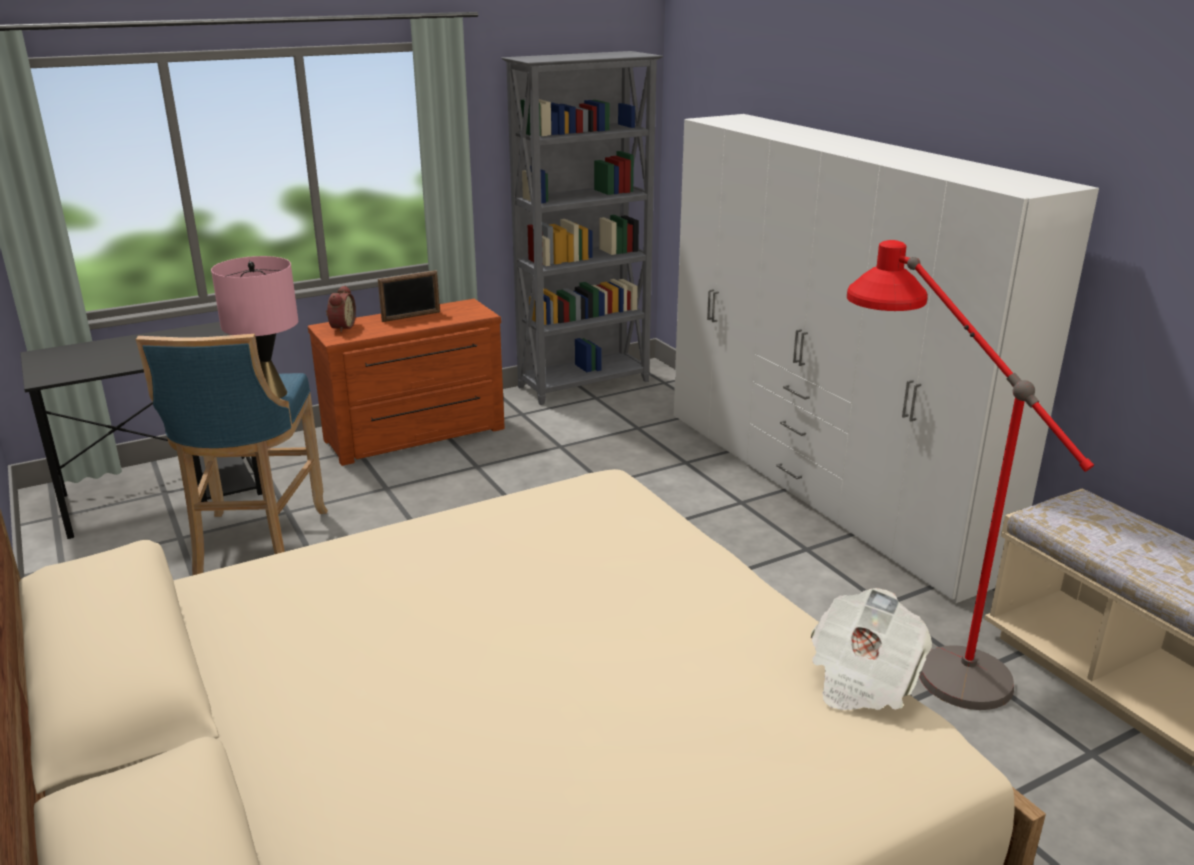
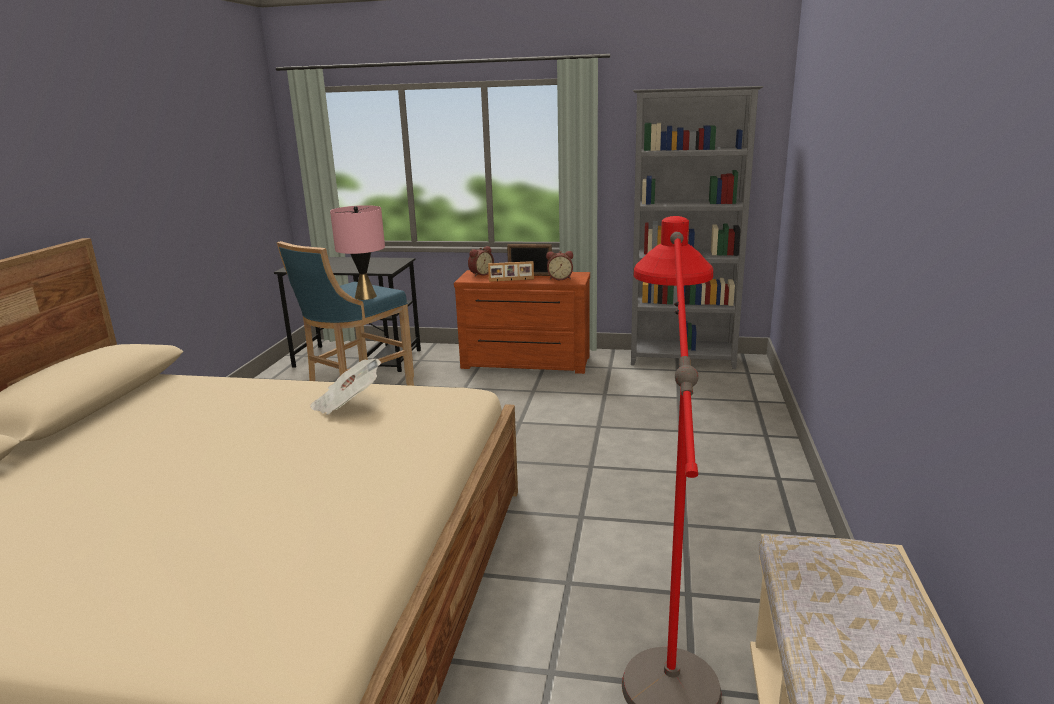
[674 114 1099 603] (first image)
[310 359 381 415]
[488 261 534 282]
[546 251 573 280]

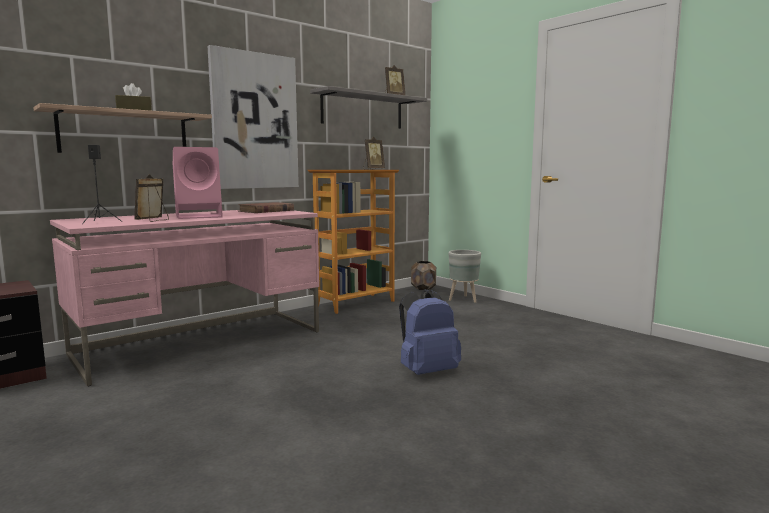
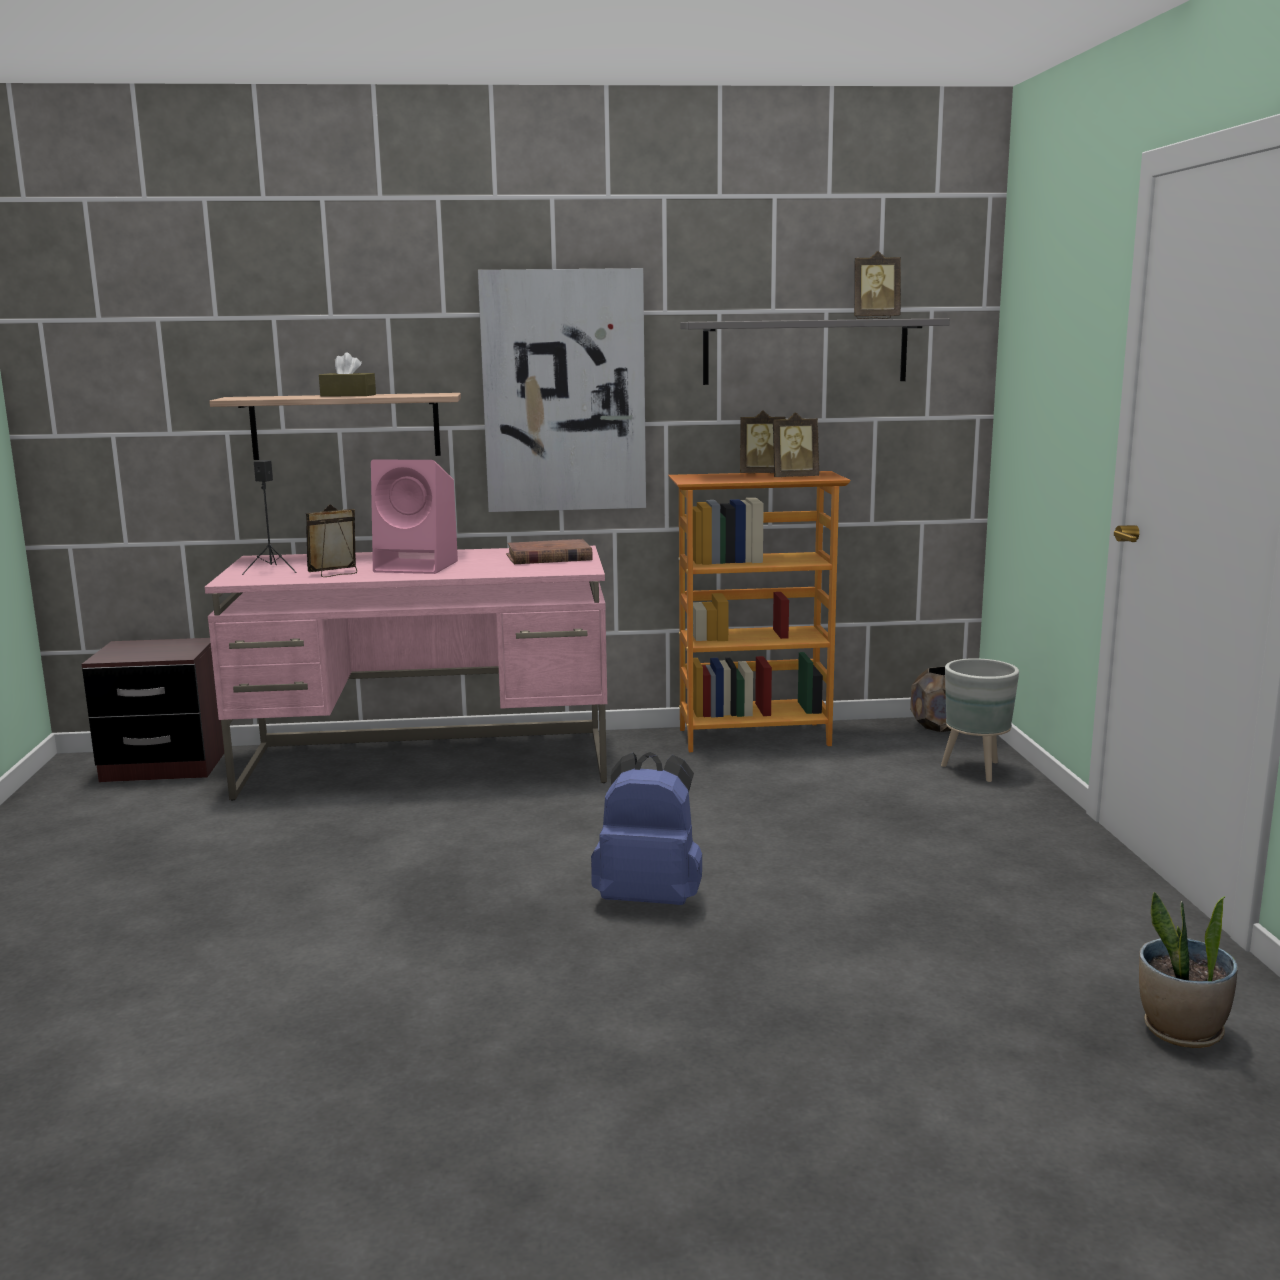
[740 410 785 473]
[1139 892 1238 1048]

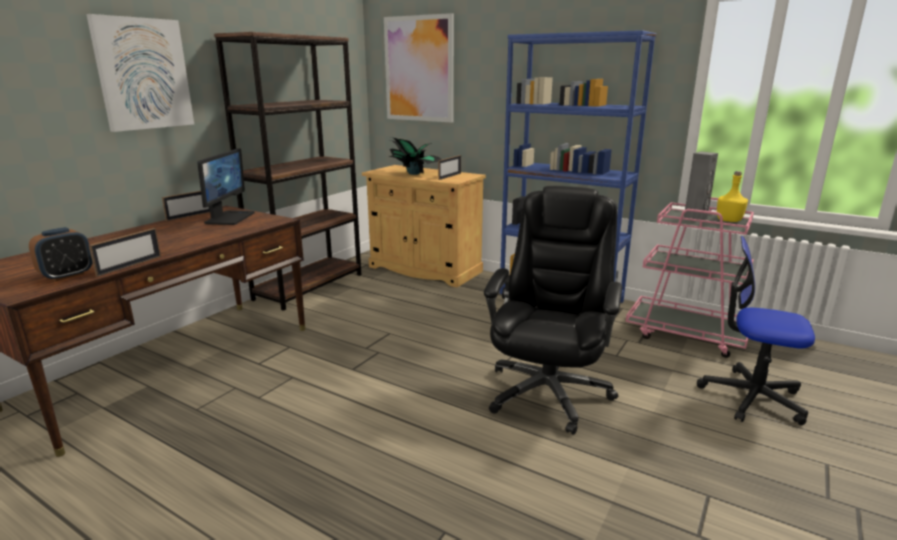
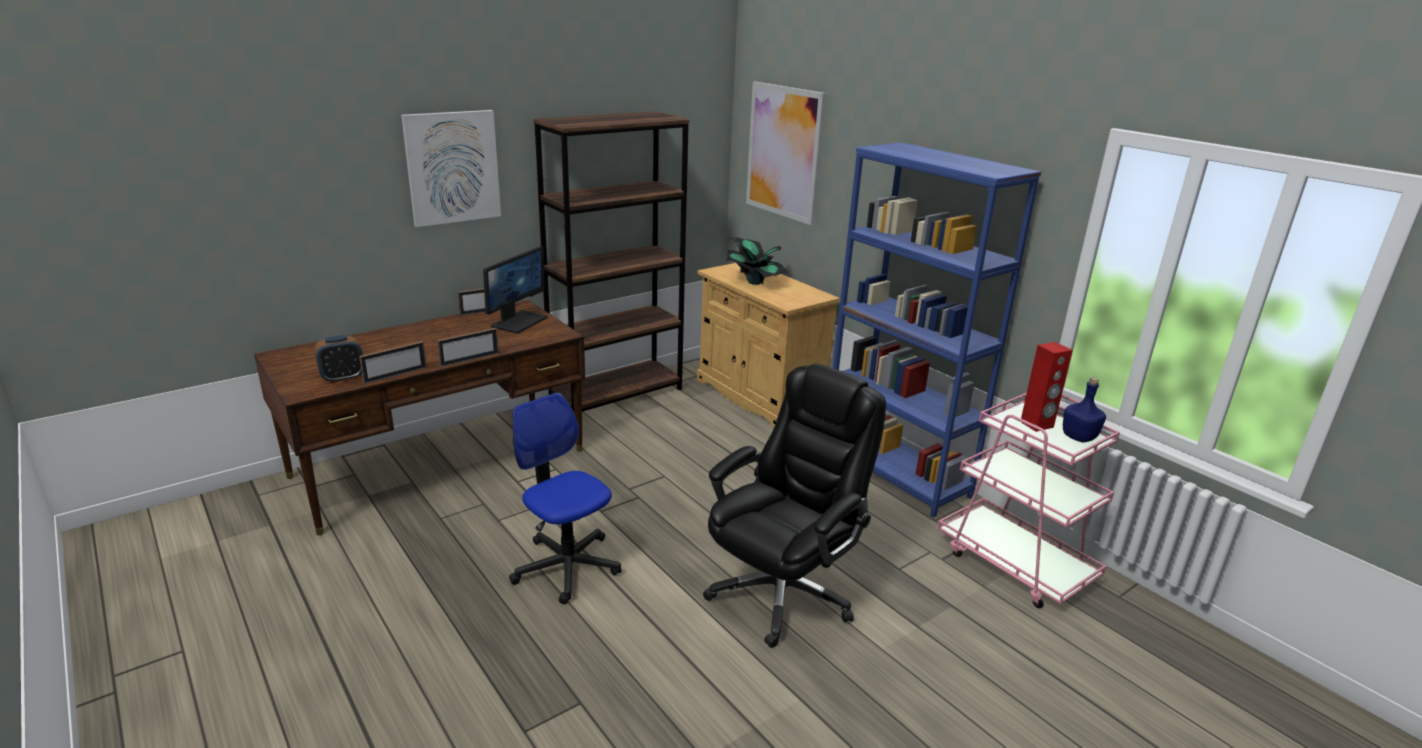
[437 328 499 367]
[1021 342 1073 432]
[509 393 622 604]
[1063 378 1106 442]

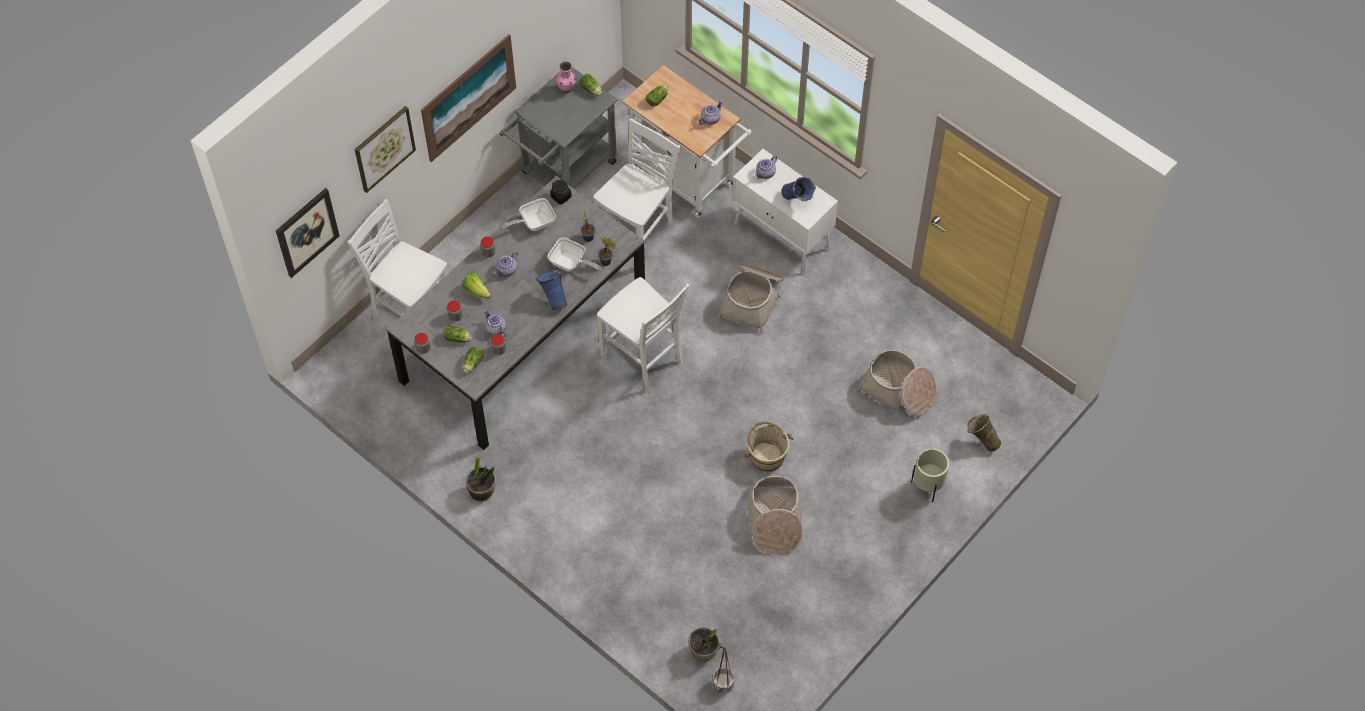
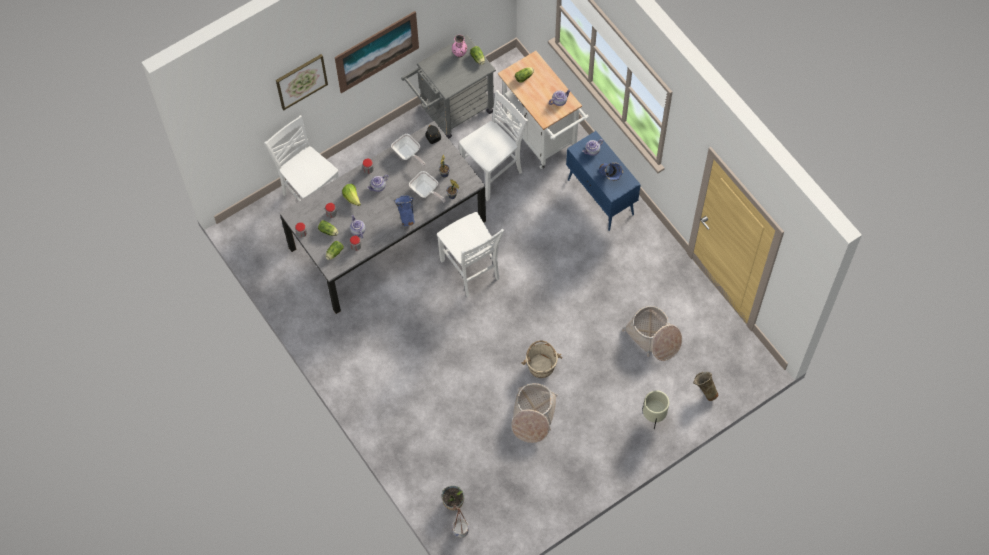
[276 188 340 278] (first image)
[466 454 496 502] (first image)
[391 134 426 166]
[717 264 783 334] (first image)
[566 131 641 231]

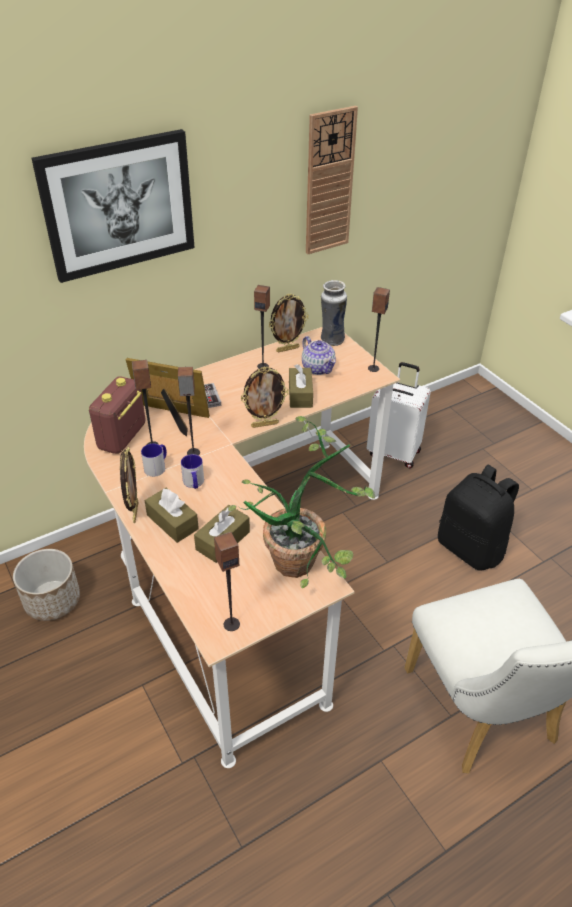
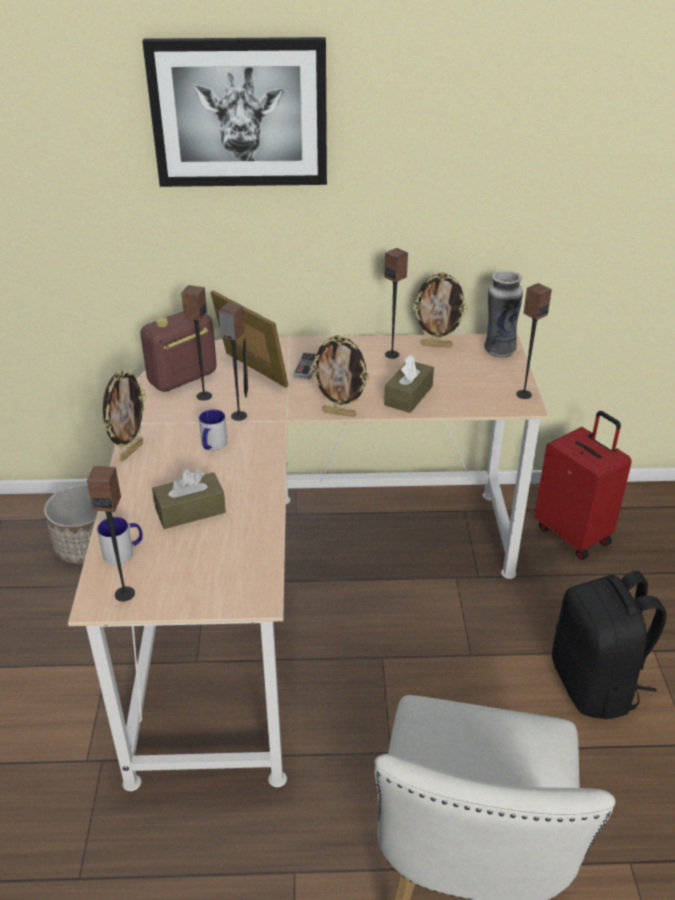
[97 517 143 564]
[145 488 199 543] (first image)
[228 416 375 588] (first image)
[302 336 336 375] (first image)
[306 106 358 254] (first image)
[535 411 632 560]

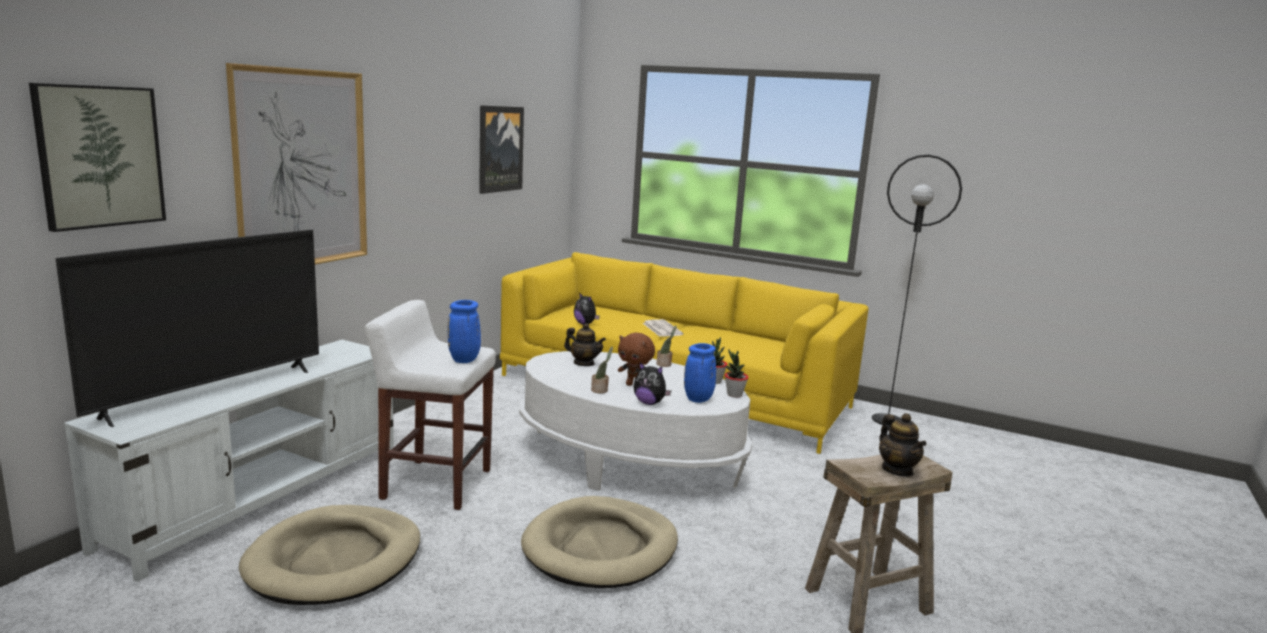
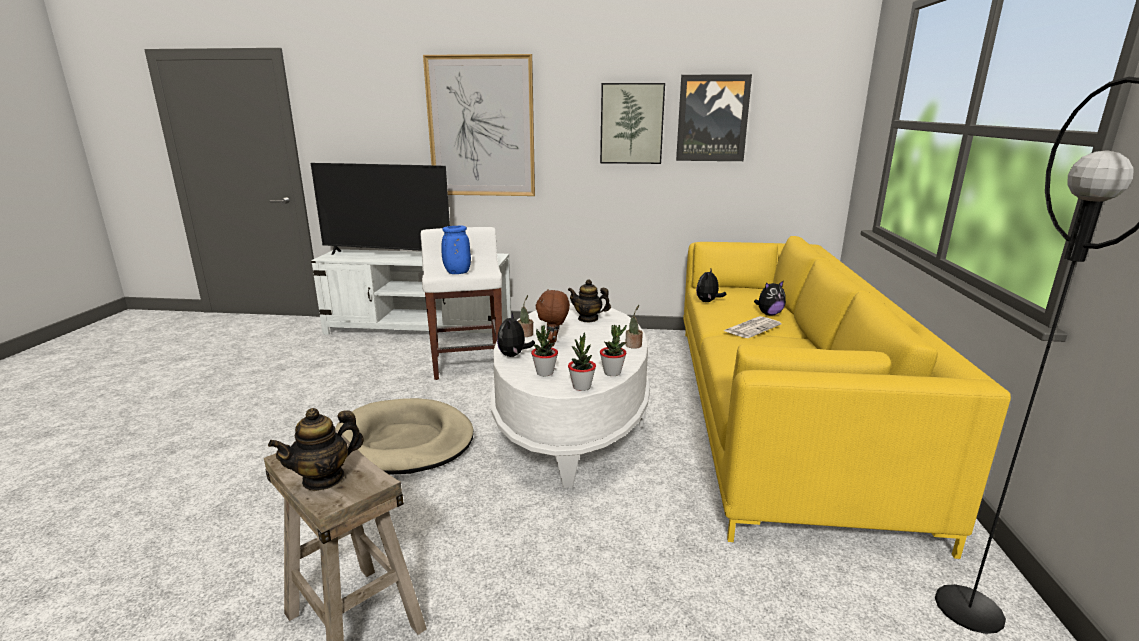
[600 83 665 164]
[239 505 420 605] (first image)
[568 279 611 322]
[531 325 558 376]
[754 280 786 316]

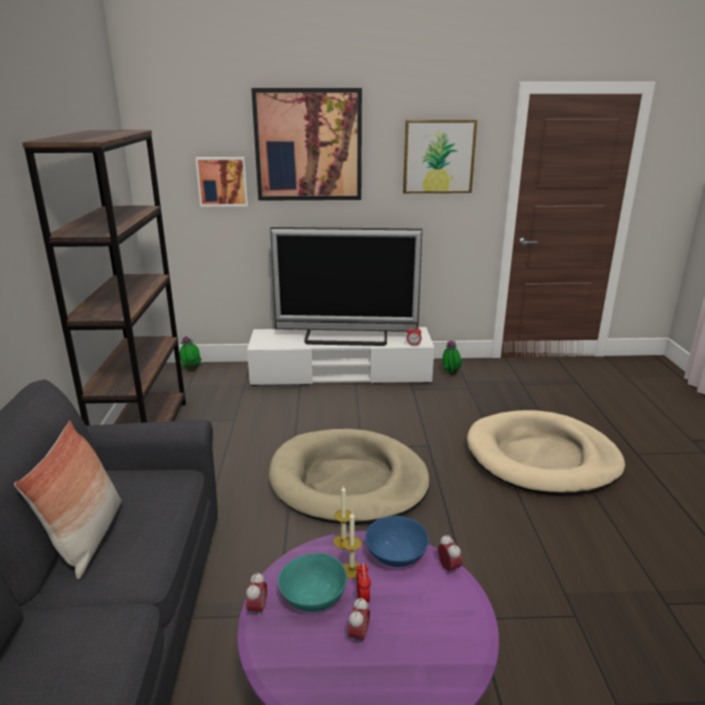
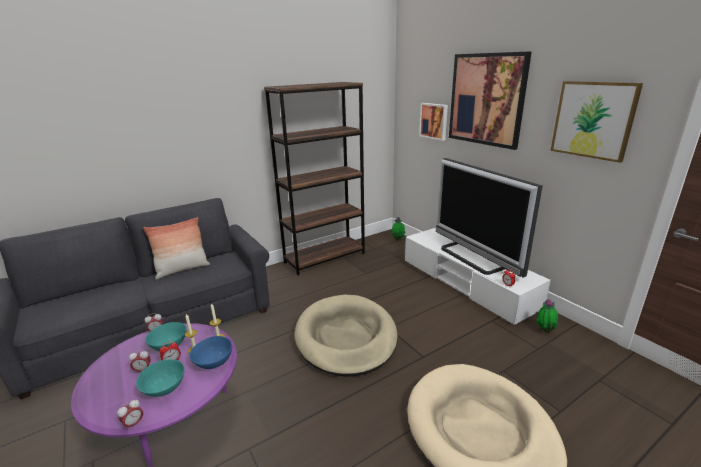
[117 399 143 431]
[136 359 185 397]

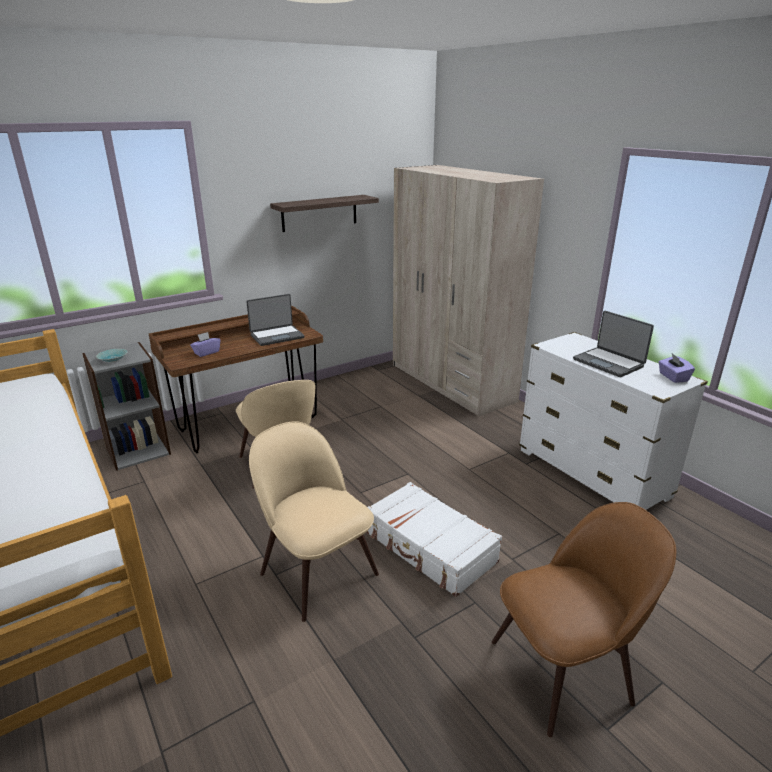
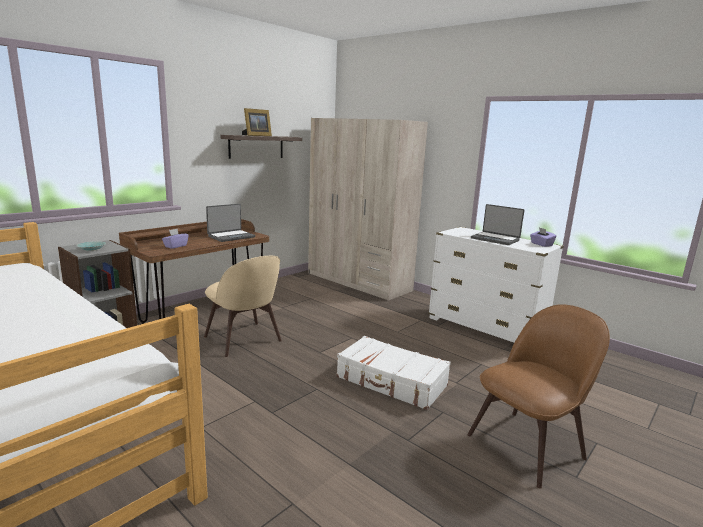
[249 421 379 622] (first image)
[242 108 272 136]

